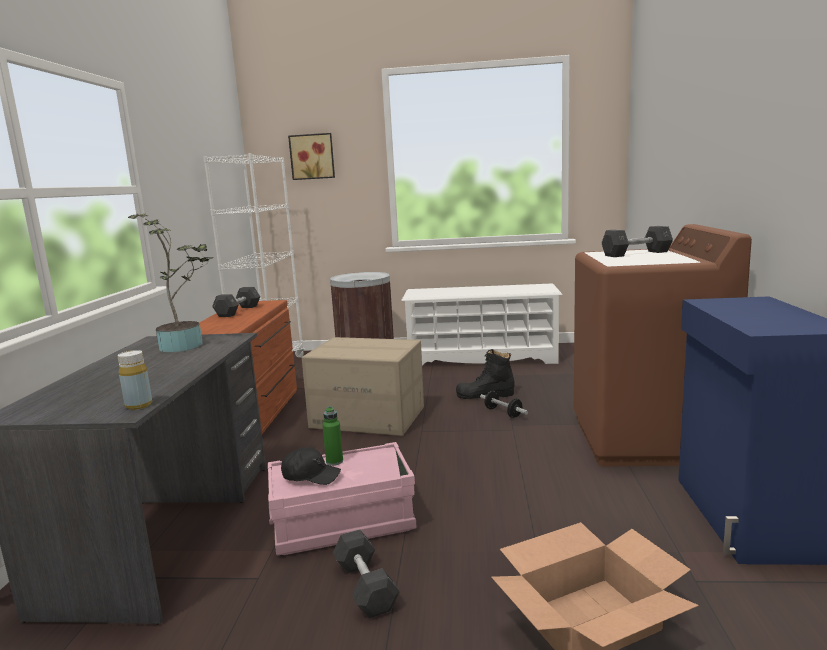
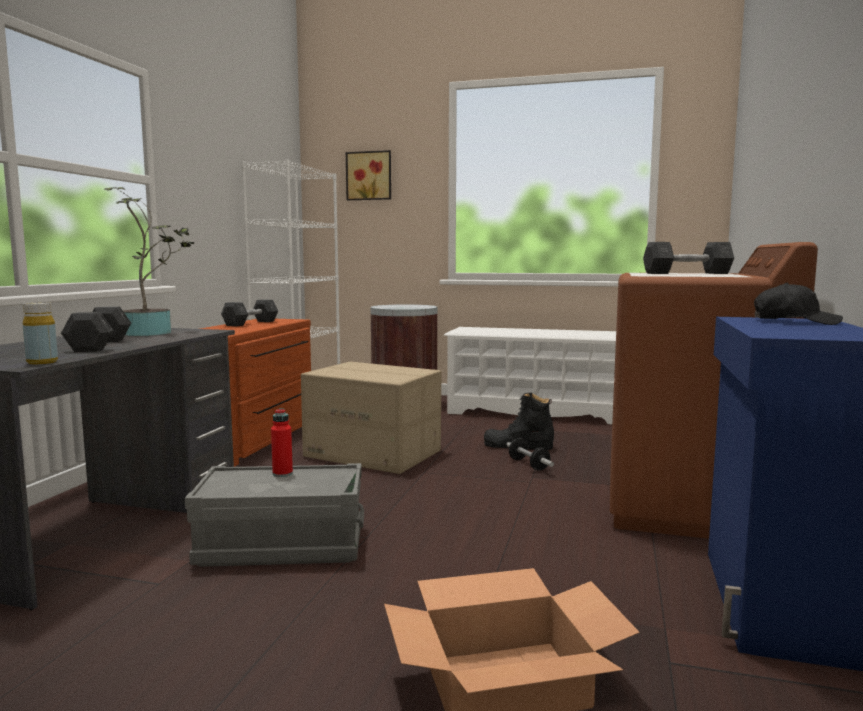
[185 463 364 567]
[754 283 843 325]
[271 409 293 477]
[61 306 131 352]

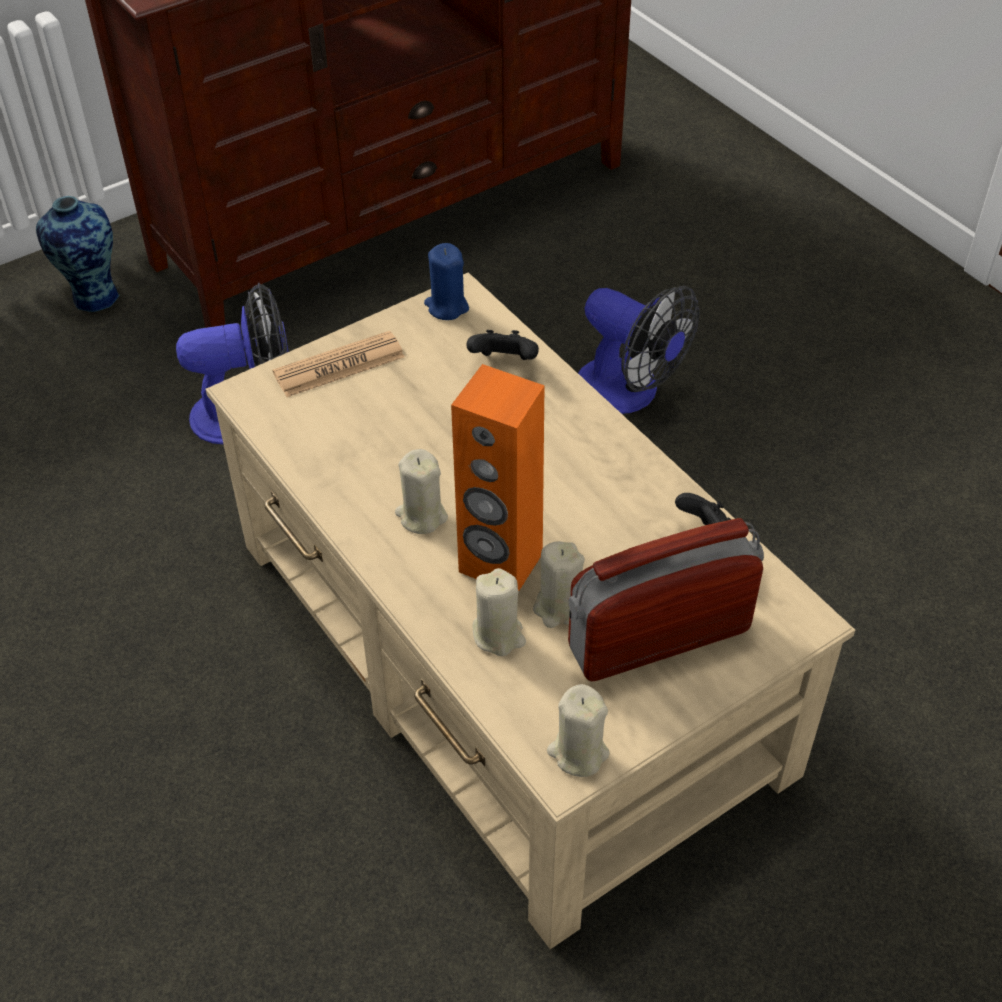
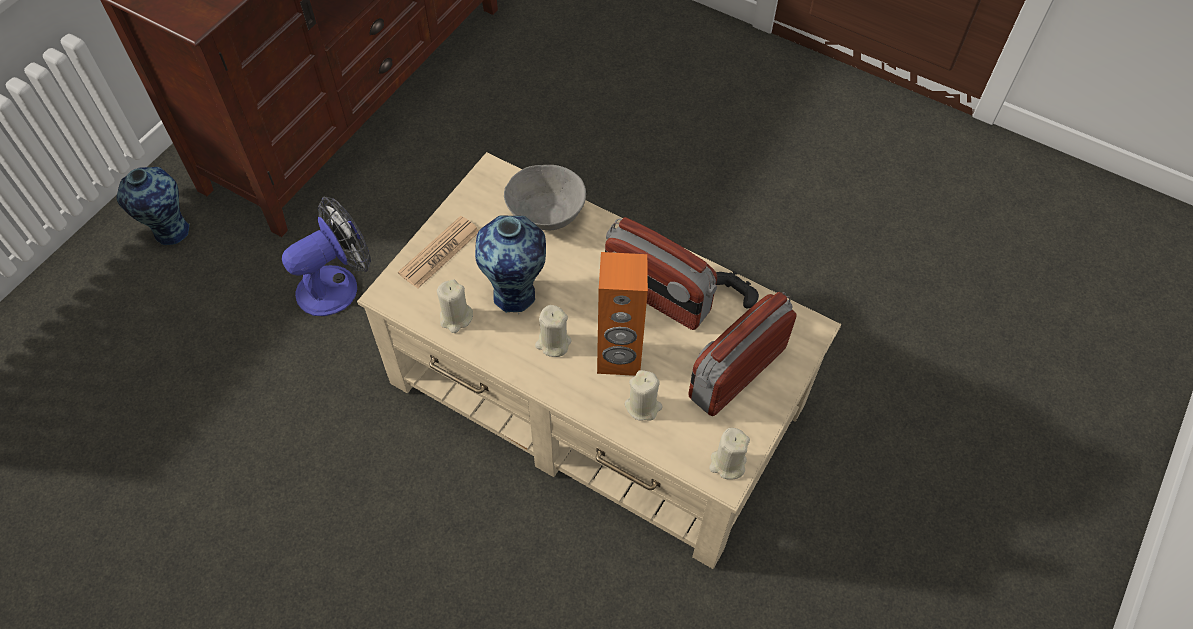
[424 243 469 320] (first image)
[504 165 586 230]
[437 279 473 333]
[578 286 700 414] (first image)
[475 215 546 314]
[605 217 717 330]

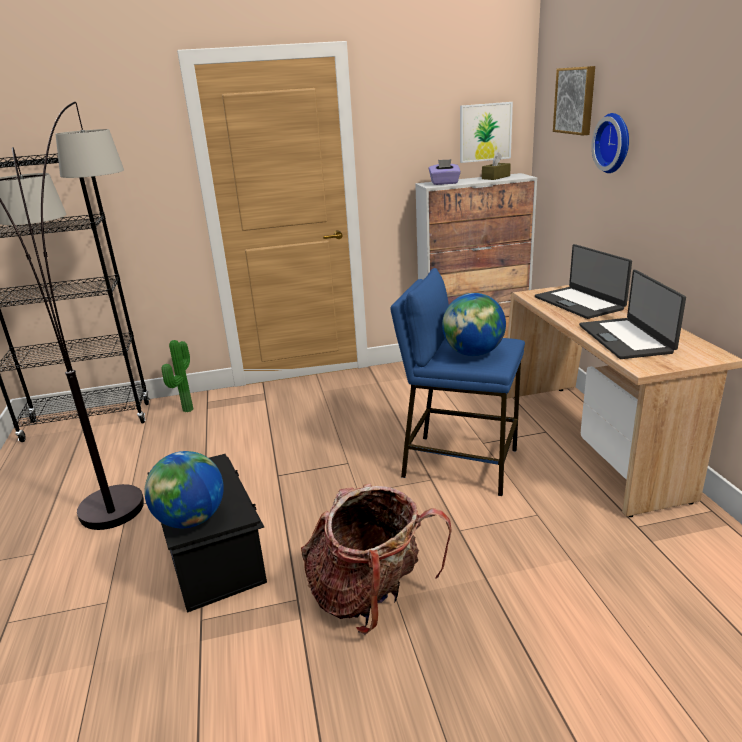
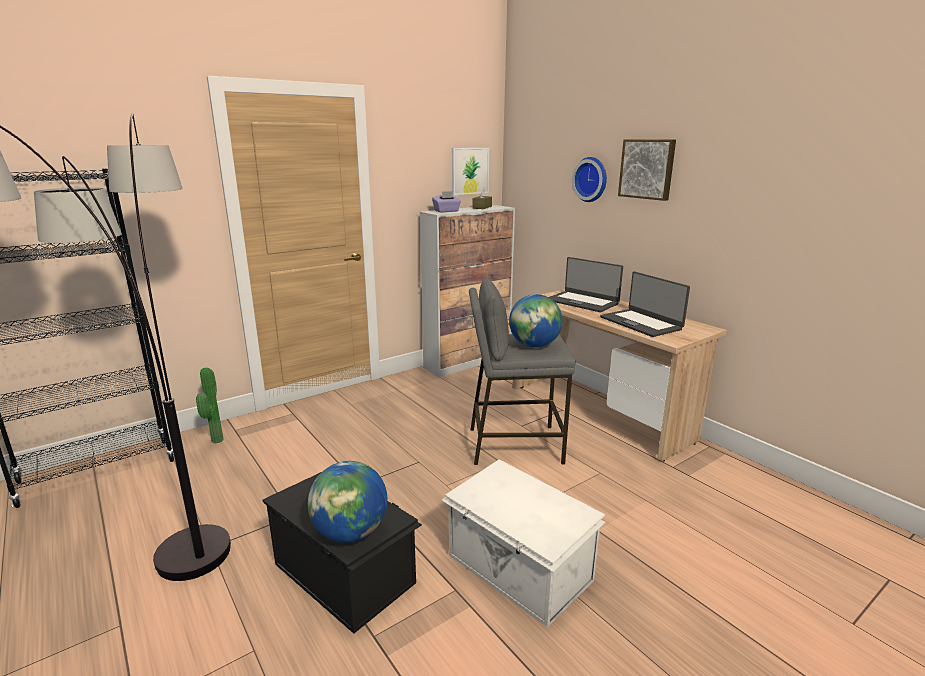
[441 460 606 627]
[469 277 575 465]
[618 139 676 201]

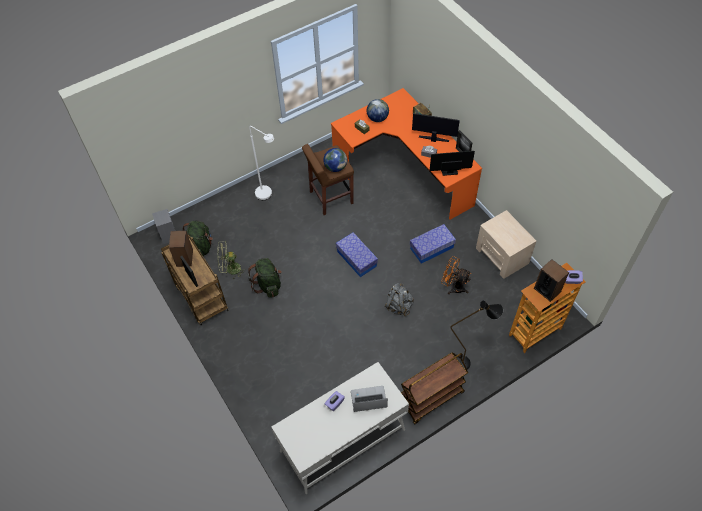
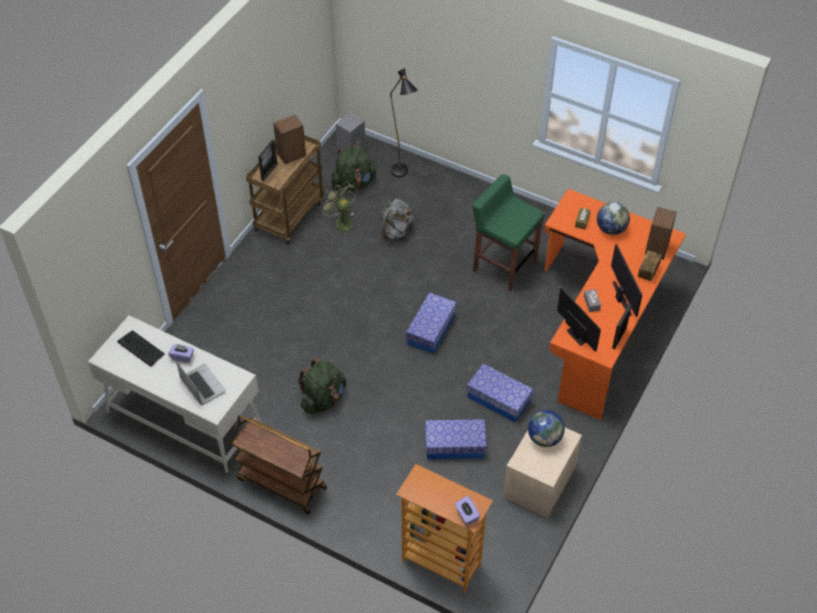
[298 358 346 415]
[249 126 274 200] (first image)
[472 174 544 291]
[528 410 565 447]
[381 199 413 242]
[425 419 487 459]
[390 68 418 177]
[645 207 677 260]
[117 330 165 367]

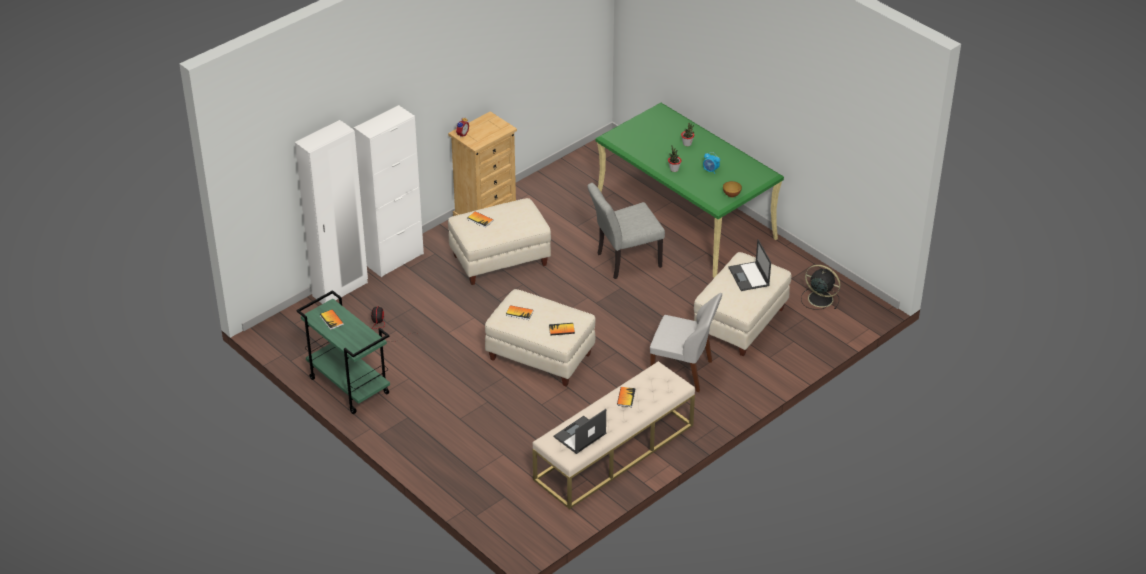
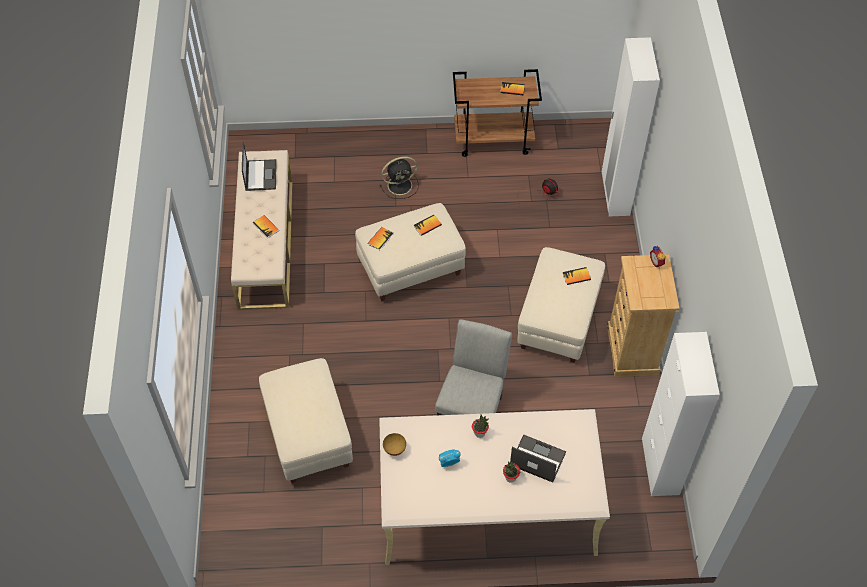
[453 69 542 157]
[642 332 720 496]
[379 409 610 565]
[650 293 722 392] (first image)
[510 434 566 483]
[380 157 419 199]

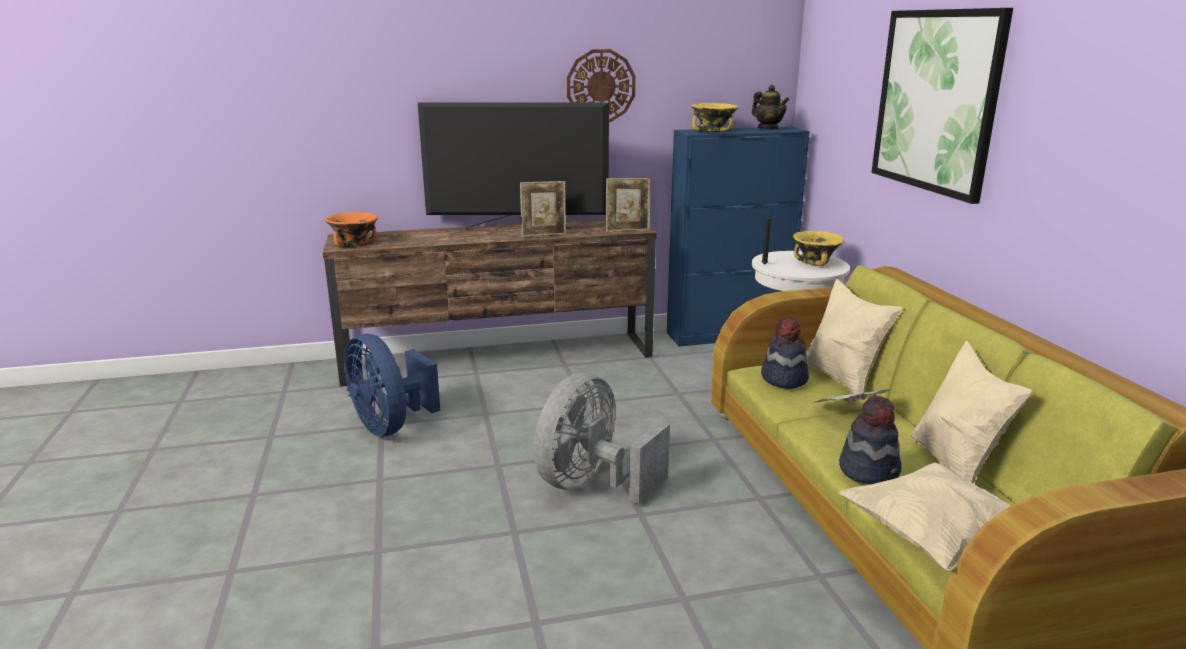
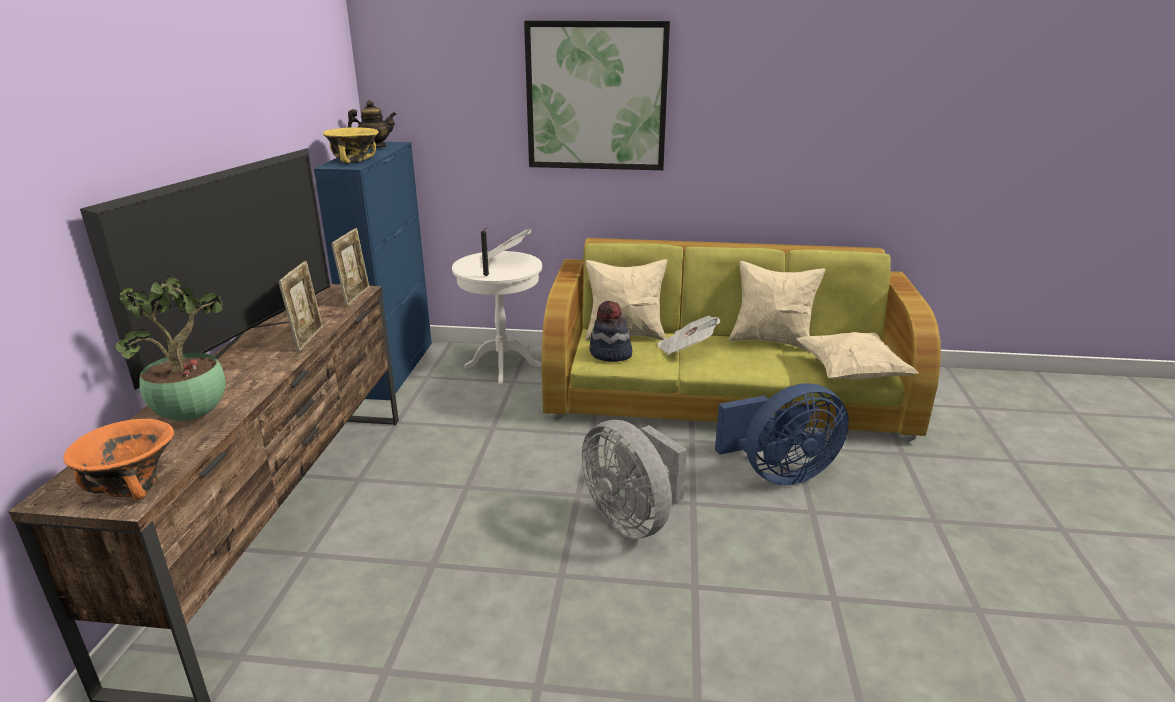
[715 383 849 485]
[567 49 636 122] (first image)
[480 229 531 263]
[839 395 902 485] (first image)
[114 276 226 421]

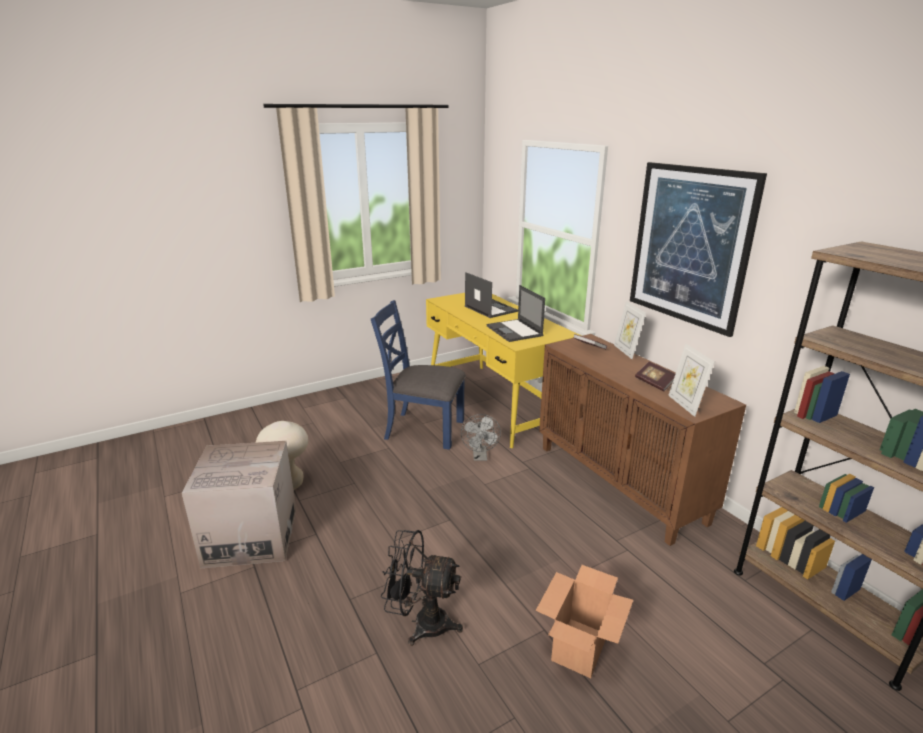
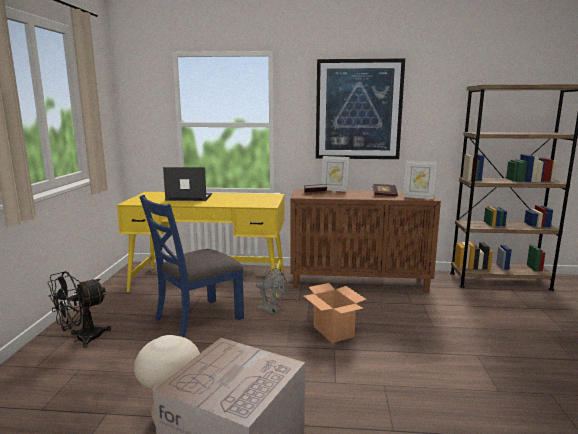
[48 271 111 348]
[487 285 545 342] (first image)
[304 283 367 343]

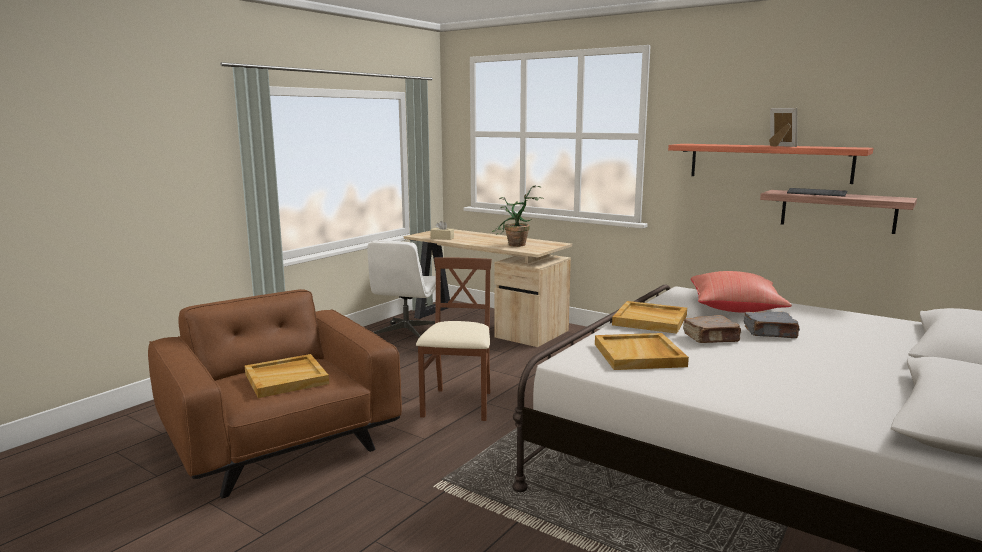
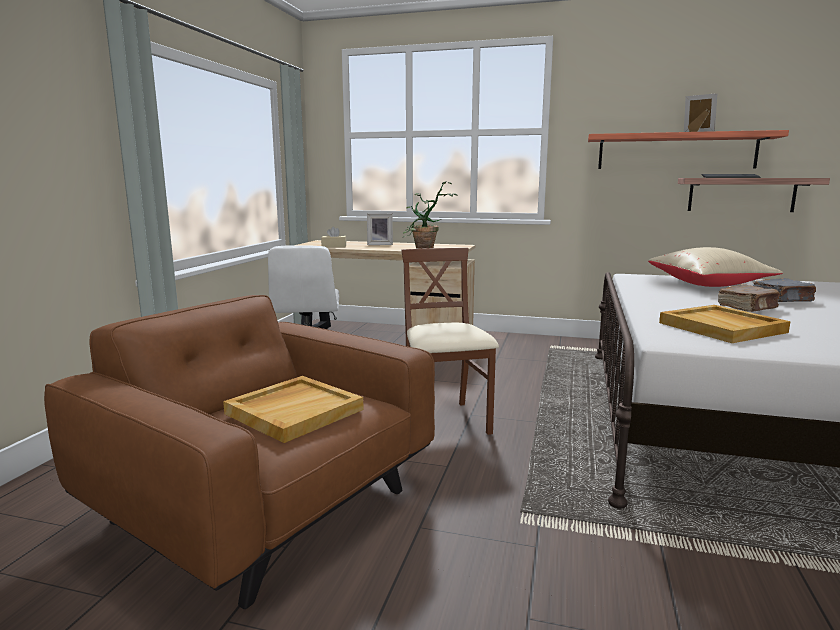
[612 301 687 334] (first image)
[648 247 783 287]
[367 213 393 245]

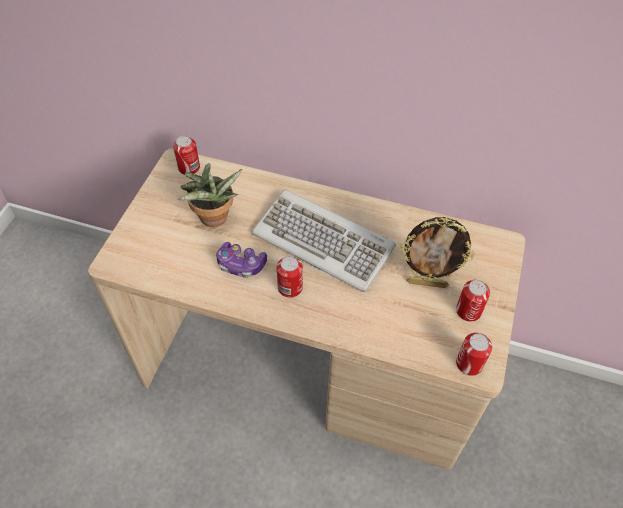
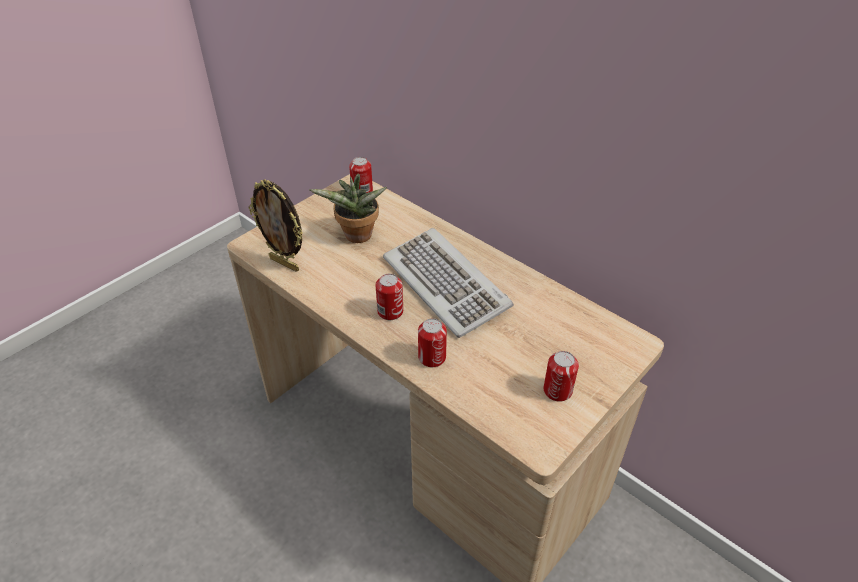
[216 242 267 278] (first image)
[248 179 303 272]
[418 318 447 367]

